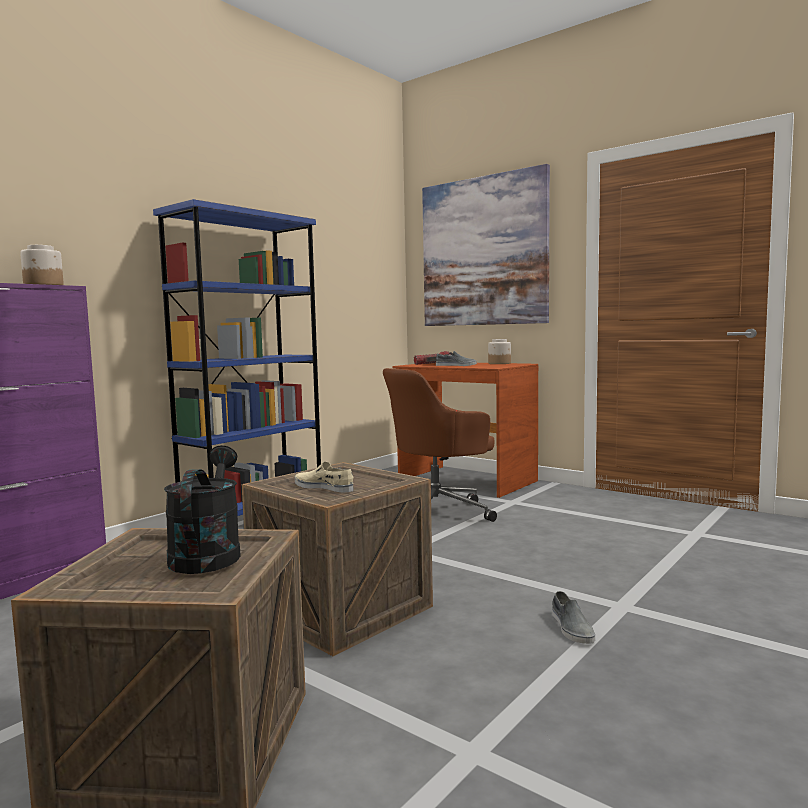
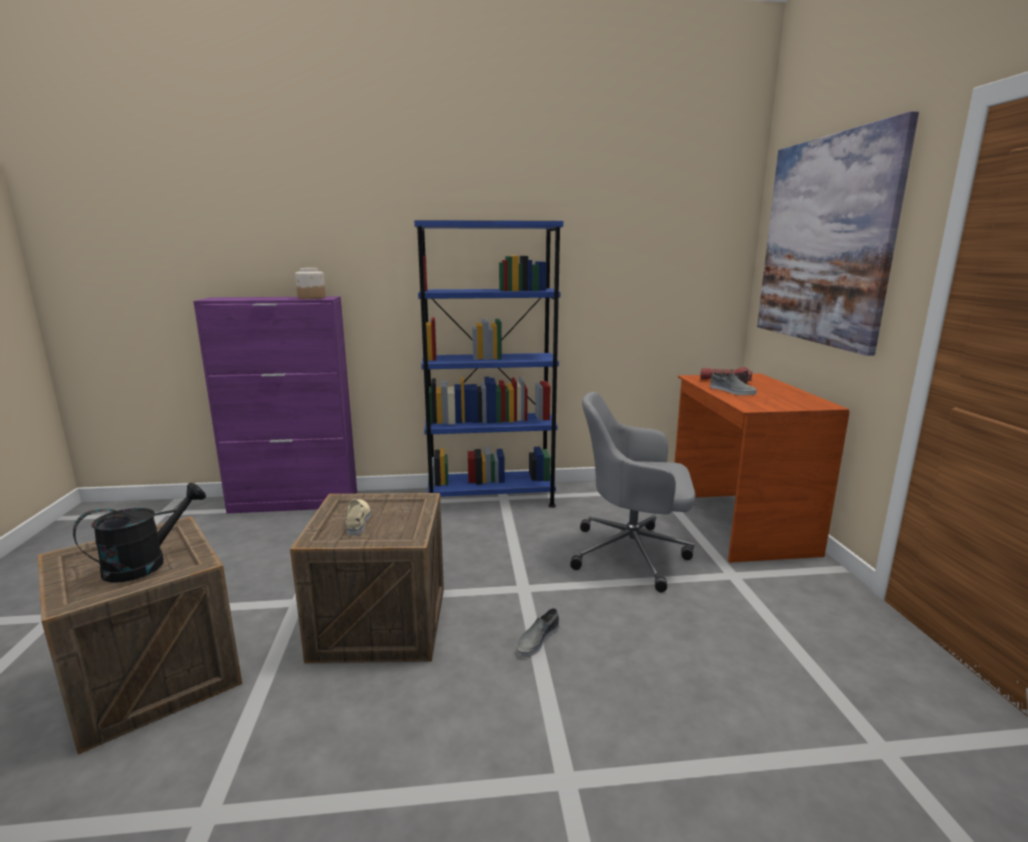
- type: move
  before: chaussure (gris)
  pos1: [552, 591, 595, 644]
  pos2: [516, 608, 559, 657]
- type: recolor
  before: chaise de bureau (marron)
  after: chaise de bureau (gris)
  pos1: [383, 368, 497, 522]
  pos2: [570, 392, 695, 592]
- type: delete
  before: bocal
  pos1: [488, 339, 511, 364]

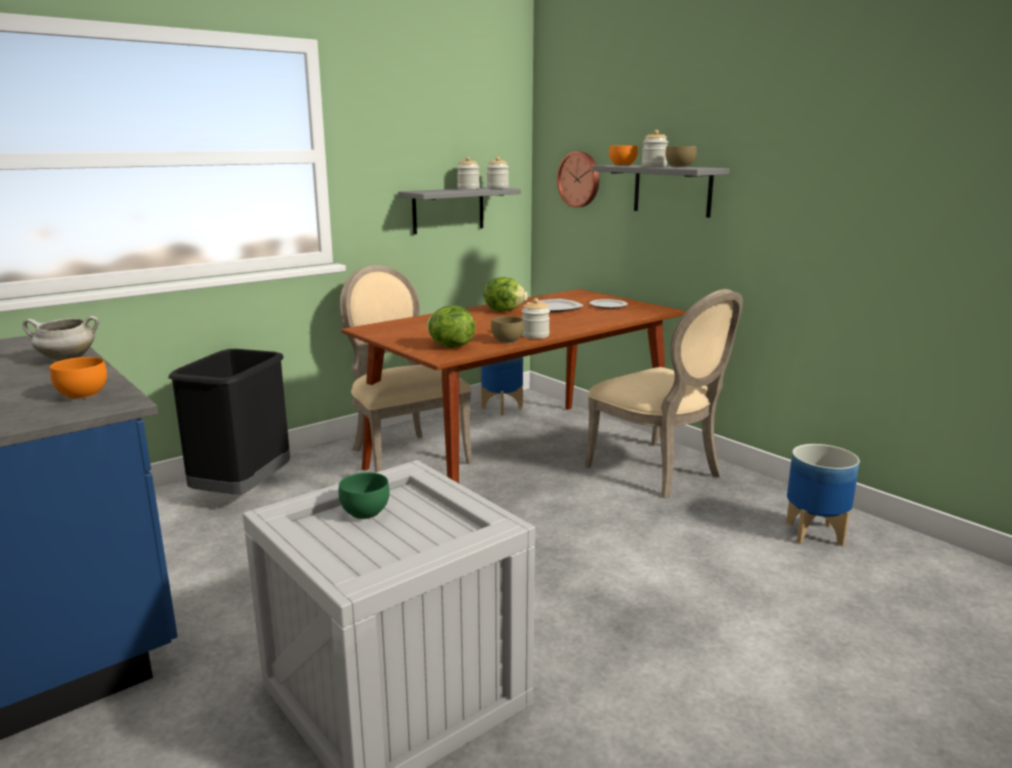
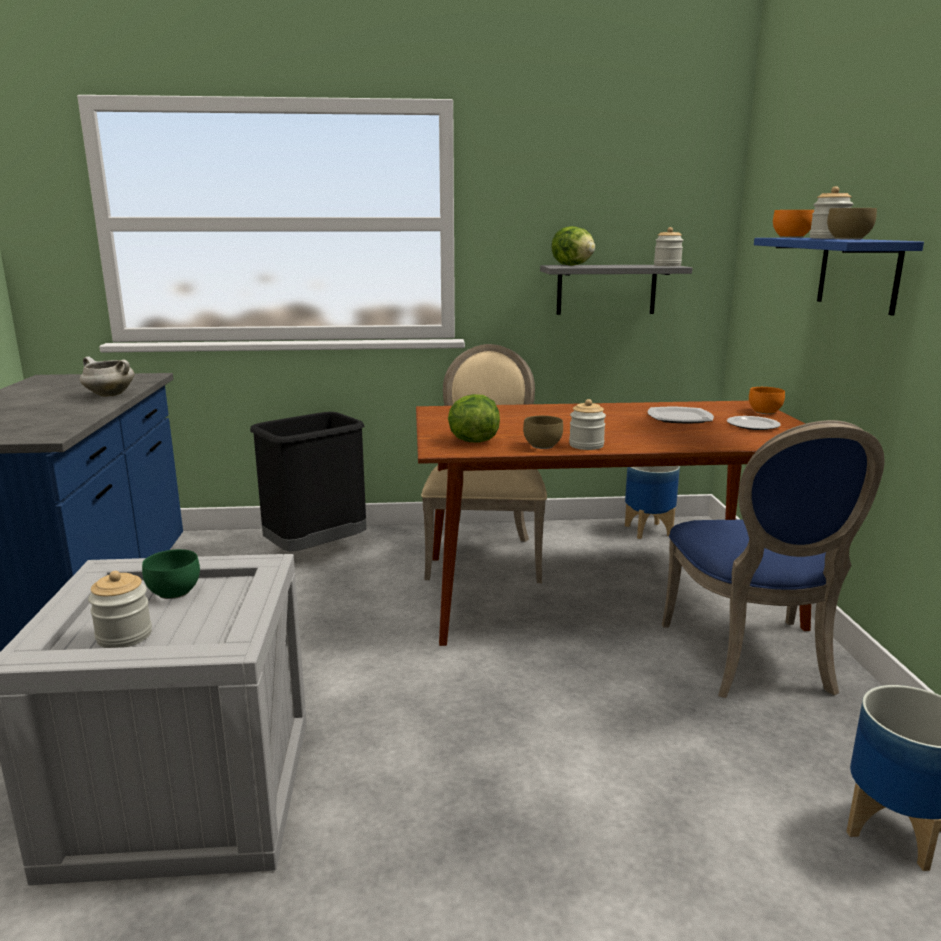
- type: move
  before: bocal
  pos1: [457, 157, 480, 189]
  pos2: [88, 571, 152, 648]
- type: move
  before: laitue
  pos1: [484, 277, 528, 312]
  pos2: [551, 226, 595, 266]
- type: recolor
  before: chaise (beige)
  after: chaise (bleu)
  pos1: [584, 289, 743, 498]
  pos2: [662, 420, 885, 698]
- type: move
  before: bol (orange)
  pos1: [50, 357, 107, 399]
  pos2: [749, 387, 785, 414]
- type: recolor
  before: étagère (gris)
  after: étagère (bleu)
  pos1: [592, 165, 730, 218]
  pos2: [754, 238, 924, 316]
- type: delete
  before: horloge murale
  pos1: [557, 152, 599, 207]

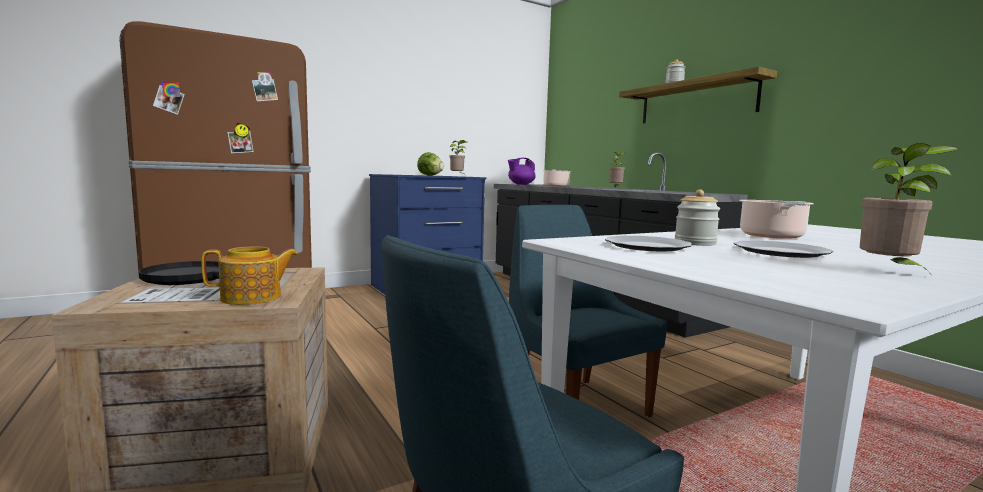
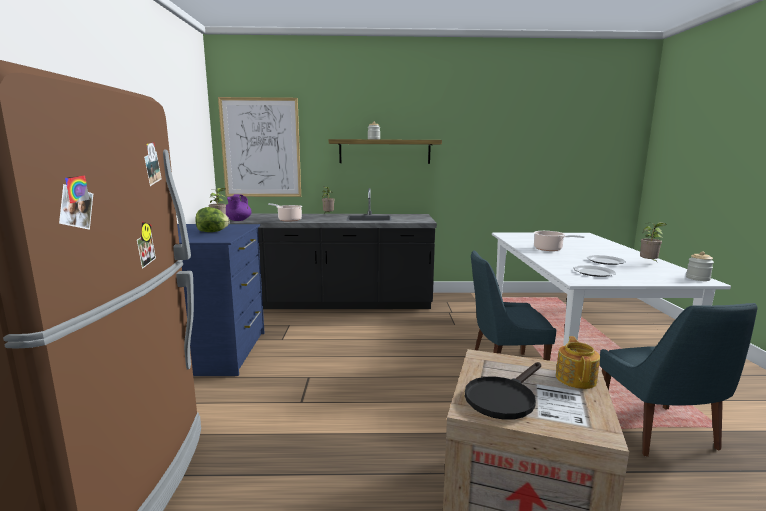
- type: insert
  after: tableau
  pos2: [218, 97, 301, 197]
- type: move
  before: bocal
  pos1: [675, 189, 720, 246]
  pos2: [686, 251, 714, 281]

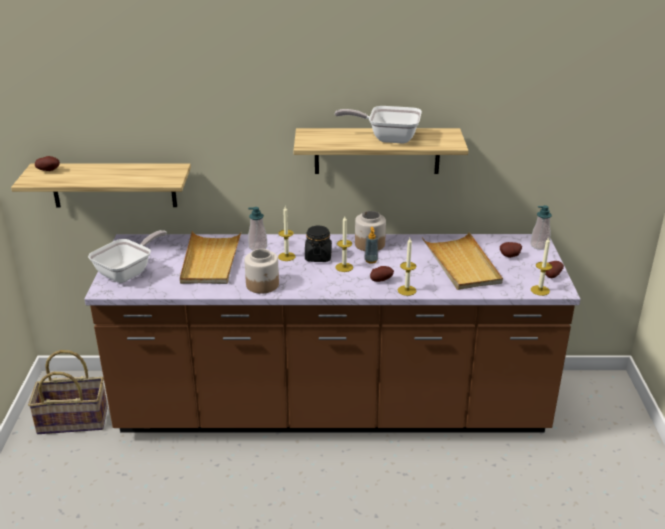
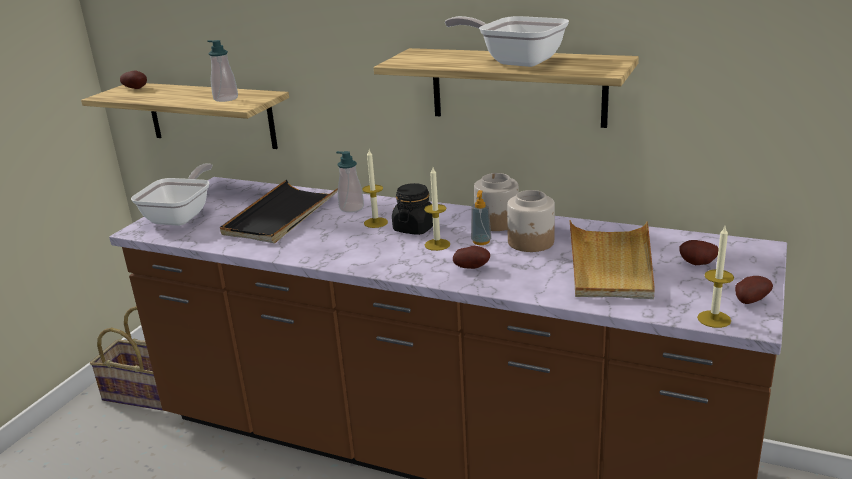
- type: rotate
  before: poêle
  pos1: [88, 230, 167, 283]
  pos2: [131, 164, 212, 226]
  turn: -45
- type: move
  before: distributeur de savon
  pos1: [531, 205, 552, 250]
  pos2: [208, 40, 238, 102]
- type: recolor
  before: plateau (beige)
  after: plateau (noir)
  pos1: [180, 231, 242, 284]
  pos2: [220, 180, 338, 243]
- type: move
  before: bocal
  pos1: [244, 249, 279, 294]
  pos2: [507, 190, 555, 252]
- type: delete
  before: bougie
  pos1: [398, 238, 417, 296]

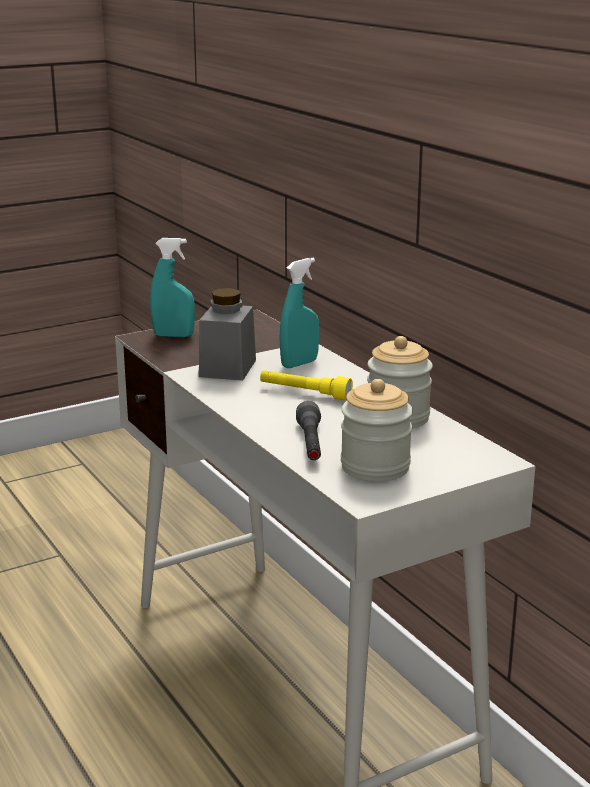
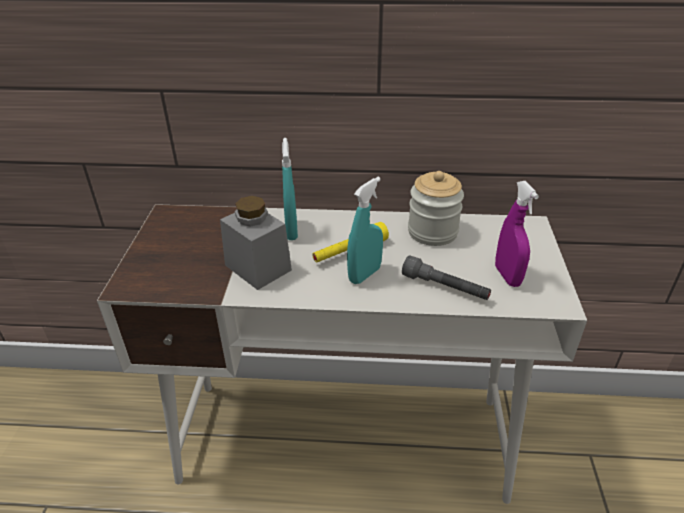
- type: move
  before: vaporisateur (turquoise)
  pos1: [150, 238, 195, 337]
  pos2: [347, 177, 383, 284]
- type: replace
  before: bocal
  after: vaporisateur (violet)
  pos1: [341, 379, 413, 482]
  pos2: [495, 181, 539, 287]

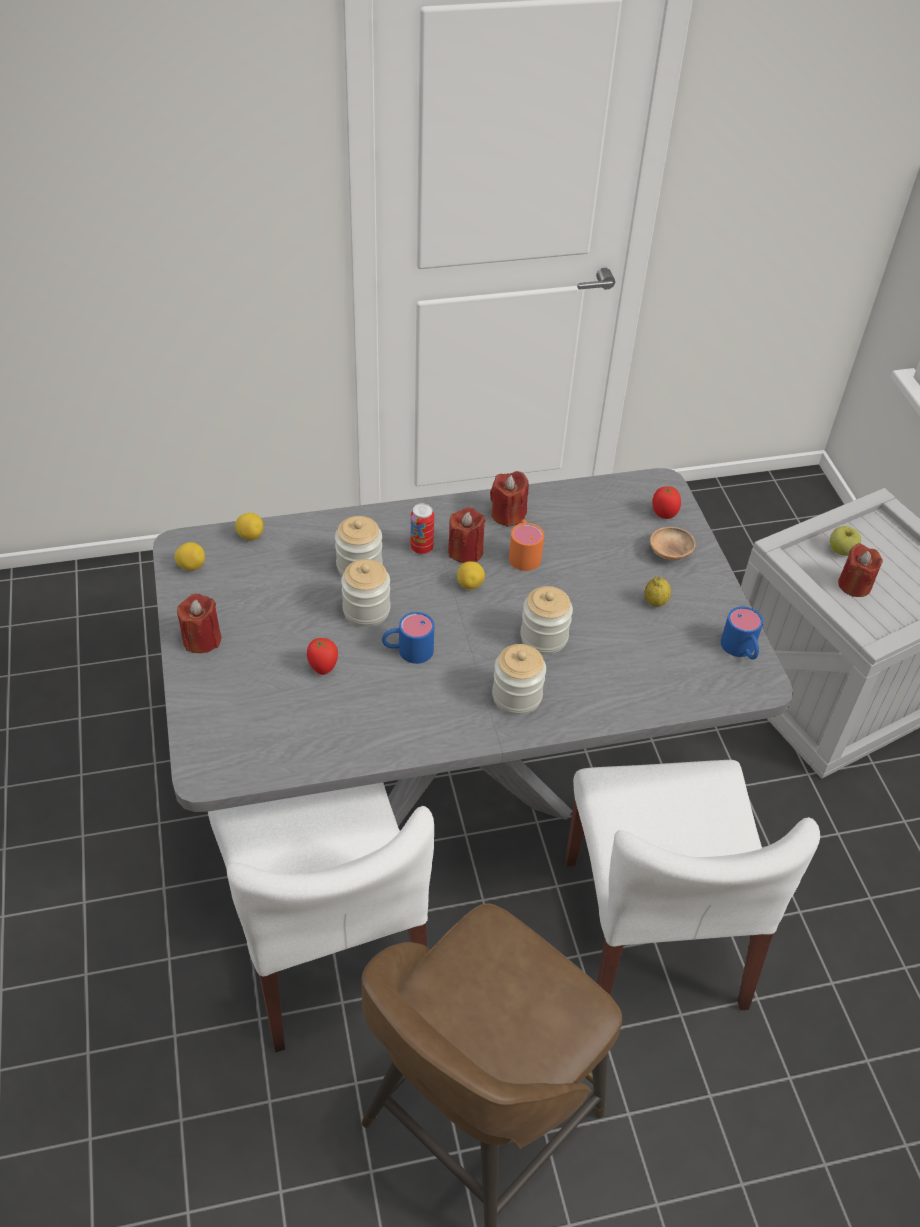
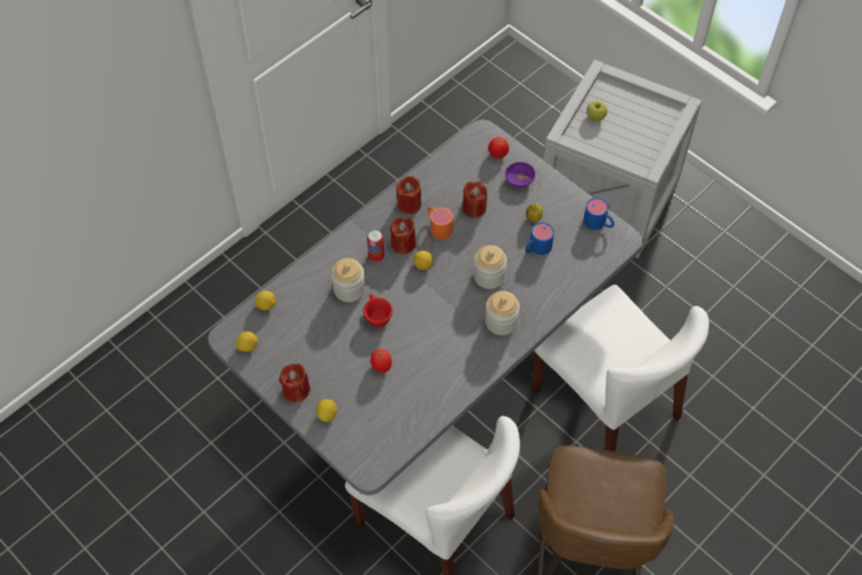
- type: insert
  after: citron
  pos2: [316, 399, 337, 422]
- type: replace
  before: bocal
  after: tasse (rouge)
  pos1: [341, 559, 390, 627]
  pos2: [363, 294, 393, 328]
- type: move
  before: bougie (rouge)
  pos1: [838, 543, 883, 597]
  pos2: [462, 181, 487, 218]
- type: recolor
  before: bol (marron)
  after: bol (violet)
  pos1: [650, 527, 696, 560]
  pos2: [505, 162, 536, 187]
- type: move
  before: mug (bleu)
  pos1: [382, 612, 434, 664]
  pos2: [525, 222, 554, 255]

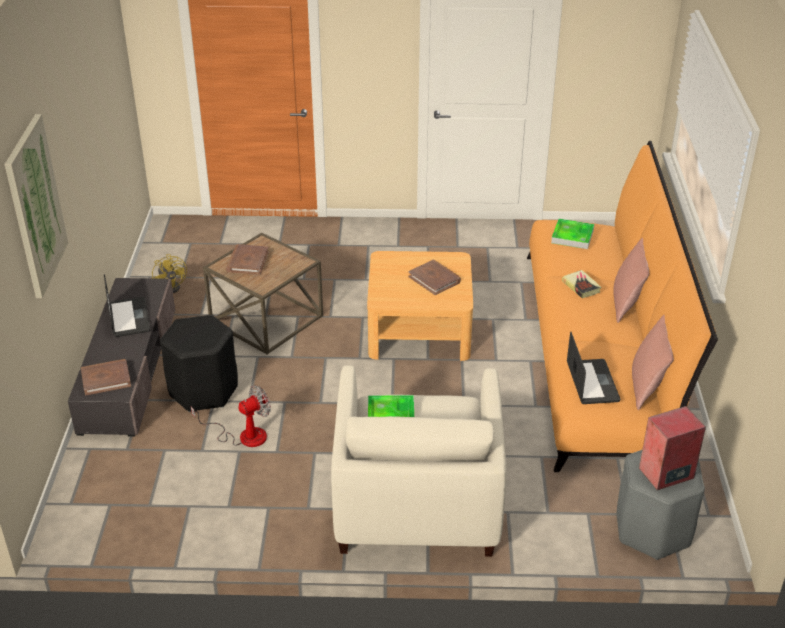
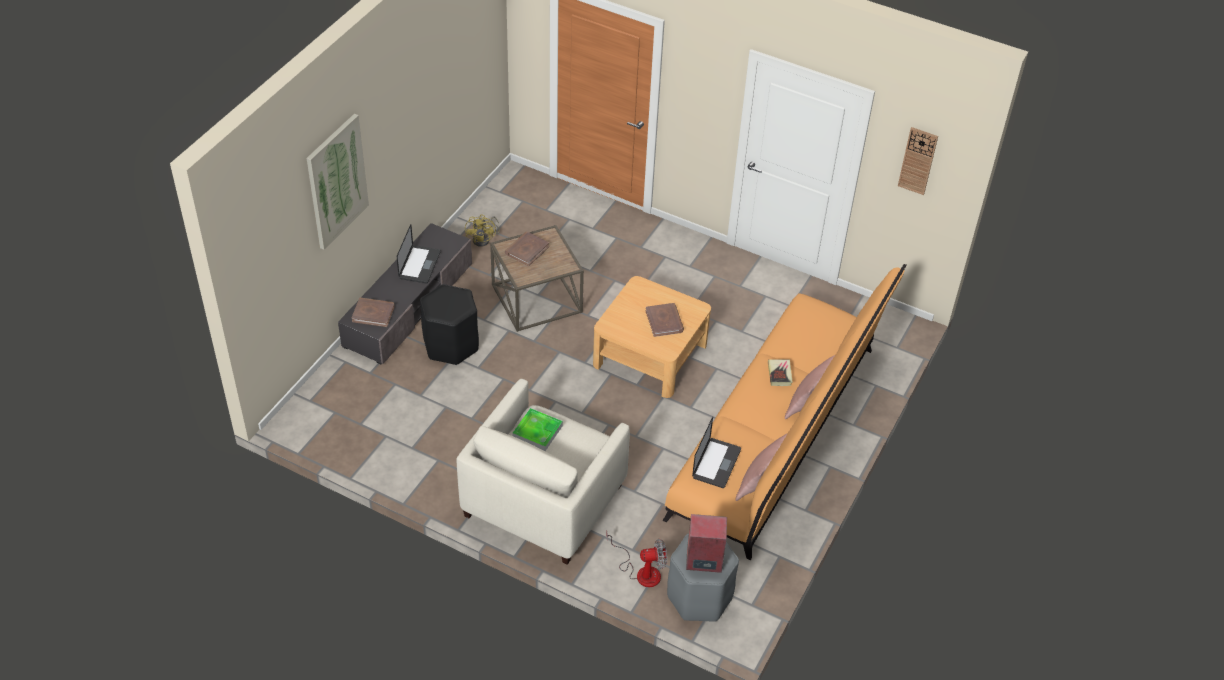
- type: move
  before: ventilateur
  pos1: [191, 385, 271, 447]
  pos2: [606, 532, 667, 587]
- type: insert
  after: horloge murale
  pos2: [898, 127, 938, 195]
- type: delete
  before: plateau
  pos1: [551, 219, 594, 249]

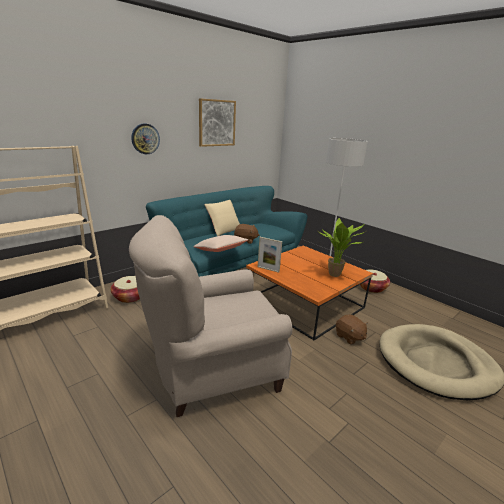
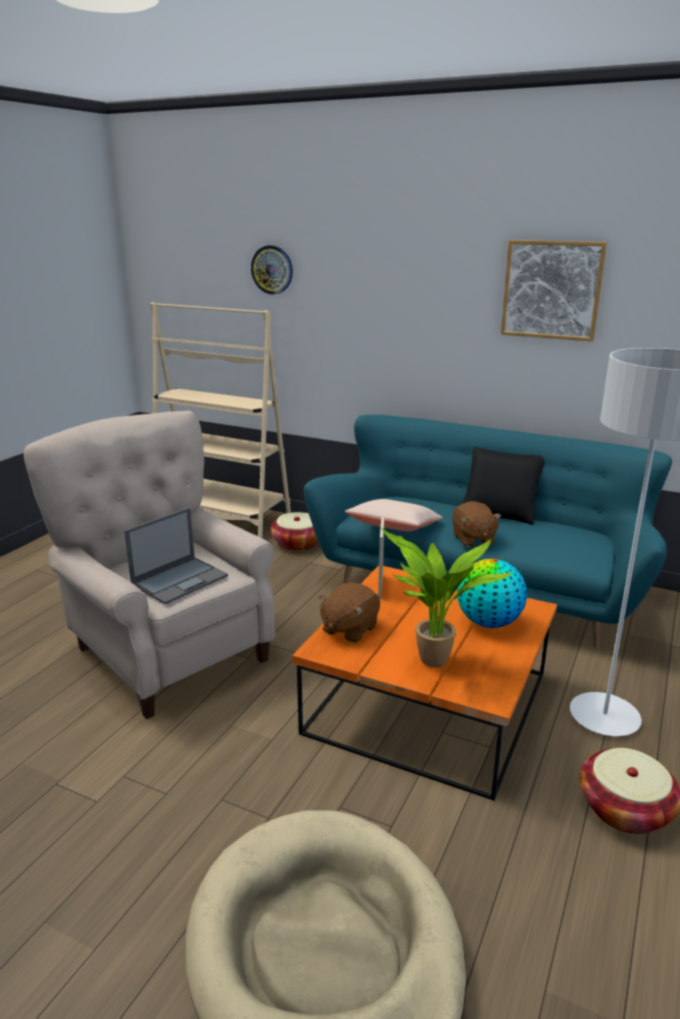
- type: insert
  after: ordinateur portable
  pos2: [124, 508, 228, 604]
- type: move
  before: horloge murale
  pos1: [131, 124, 160, 154]
  pos2: [251, 245, 293, 294]
- type: move
  before: peluche (marron)
  pos1: [336, 315, 368, 345]
  pos2: [318, 583, 380, 643]
- type: insert
  after: globe
  pos2: [457, 559, 527, 628]
- type: recolor
  before: coussin (beige)
  after: coussin (noir)
  pos1: [204, 200, 240, 236]
  pos2: [463, 447, 545, 525]

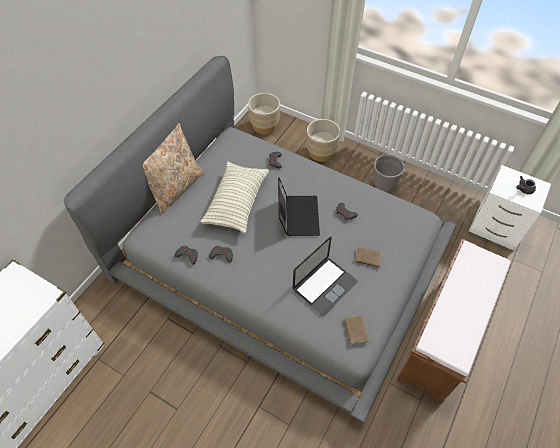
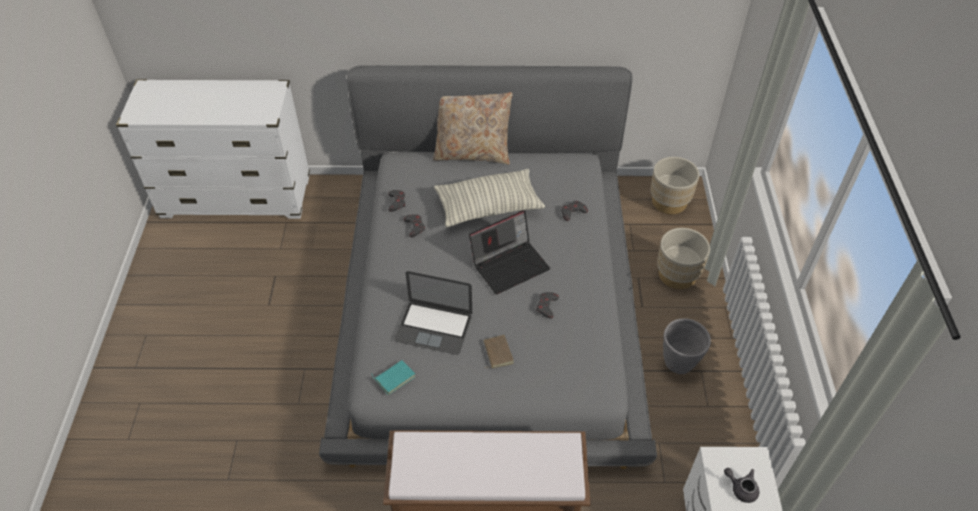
- type: recolor
  before: livre (marron)
  after: livre (turquoise)
  pos1: [344, 315, 369, 345]
  pos2: [371, 360, 415, 395]

